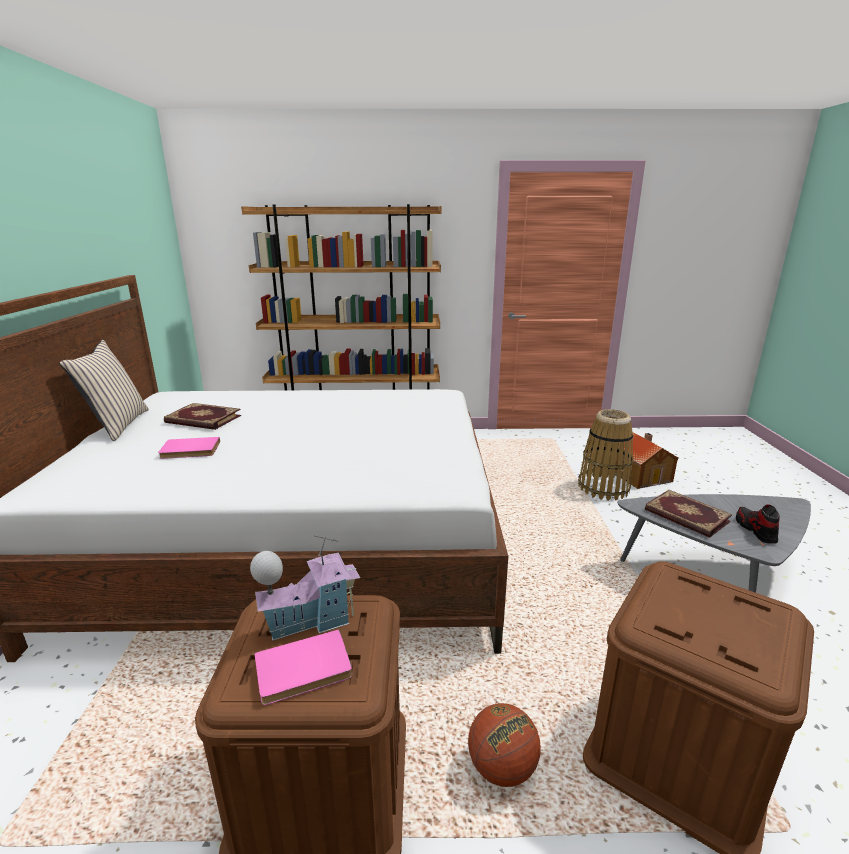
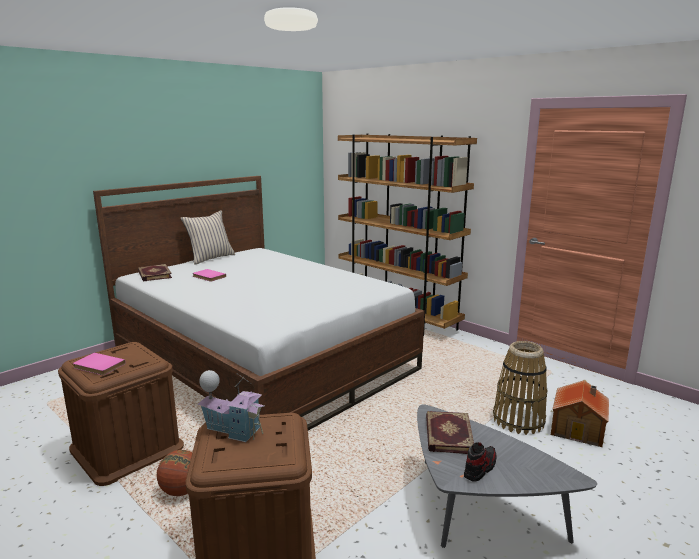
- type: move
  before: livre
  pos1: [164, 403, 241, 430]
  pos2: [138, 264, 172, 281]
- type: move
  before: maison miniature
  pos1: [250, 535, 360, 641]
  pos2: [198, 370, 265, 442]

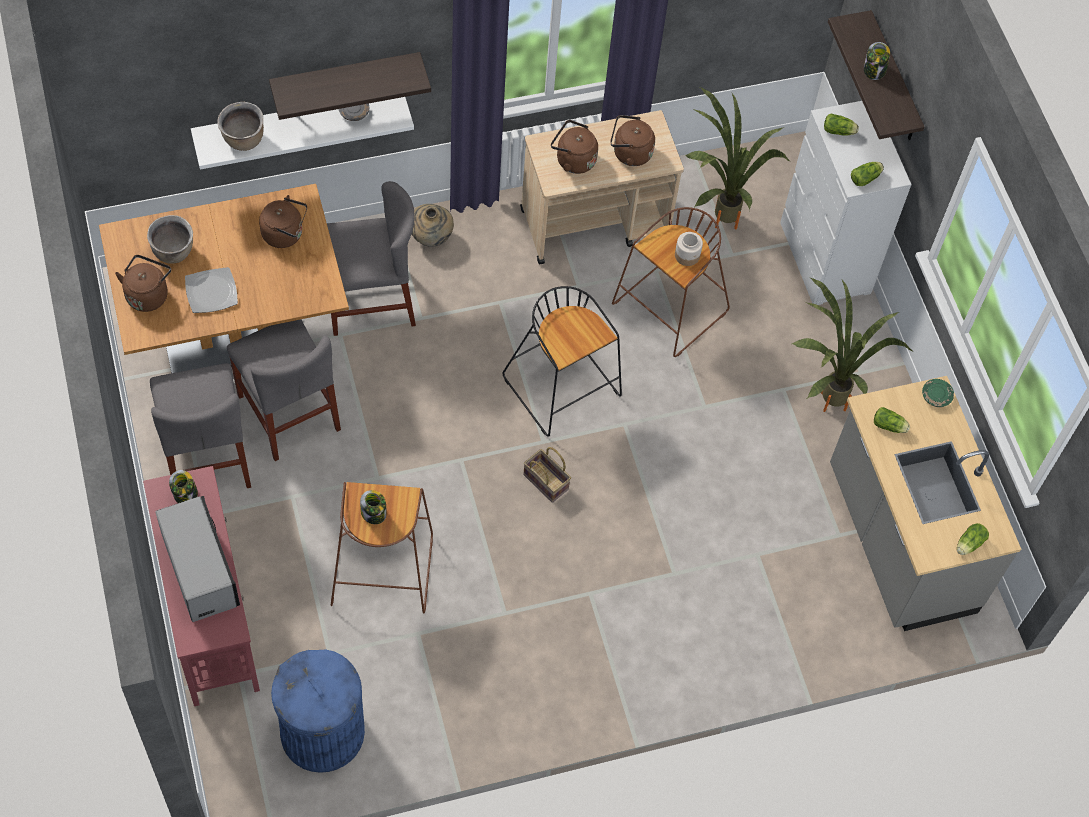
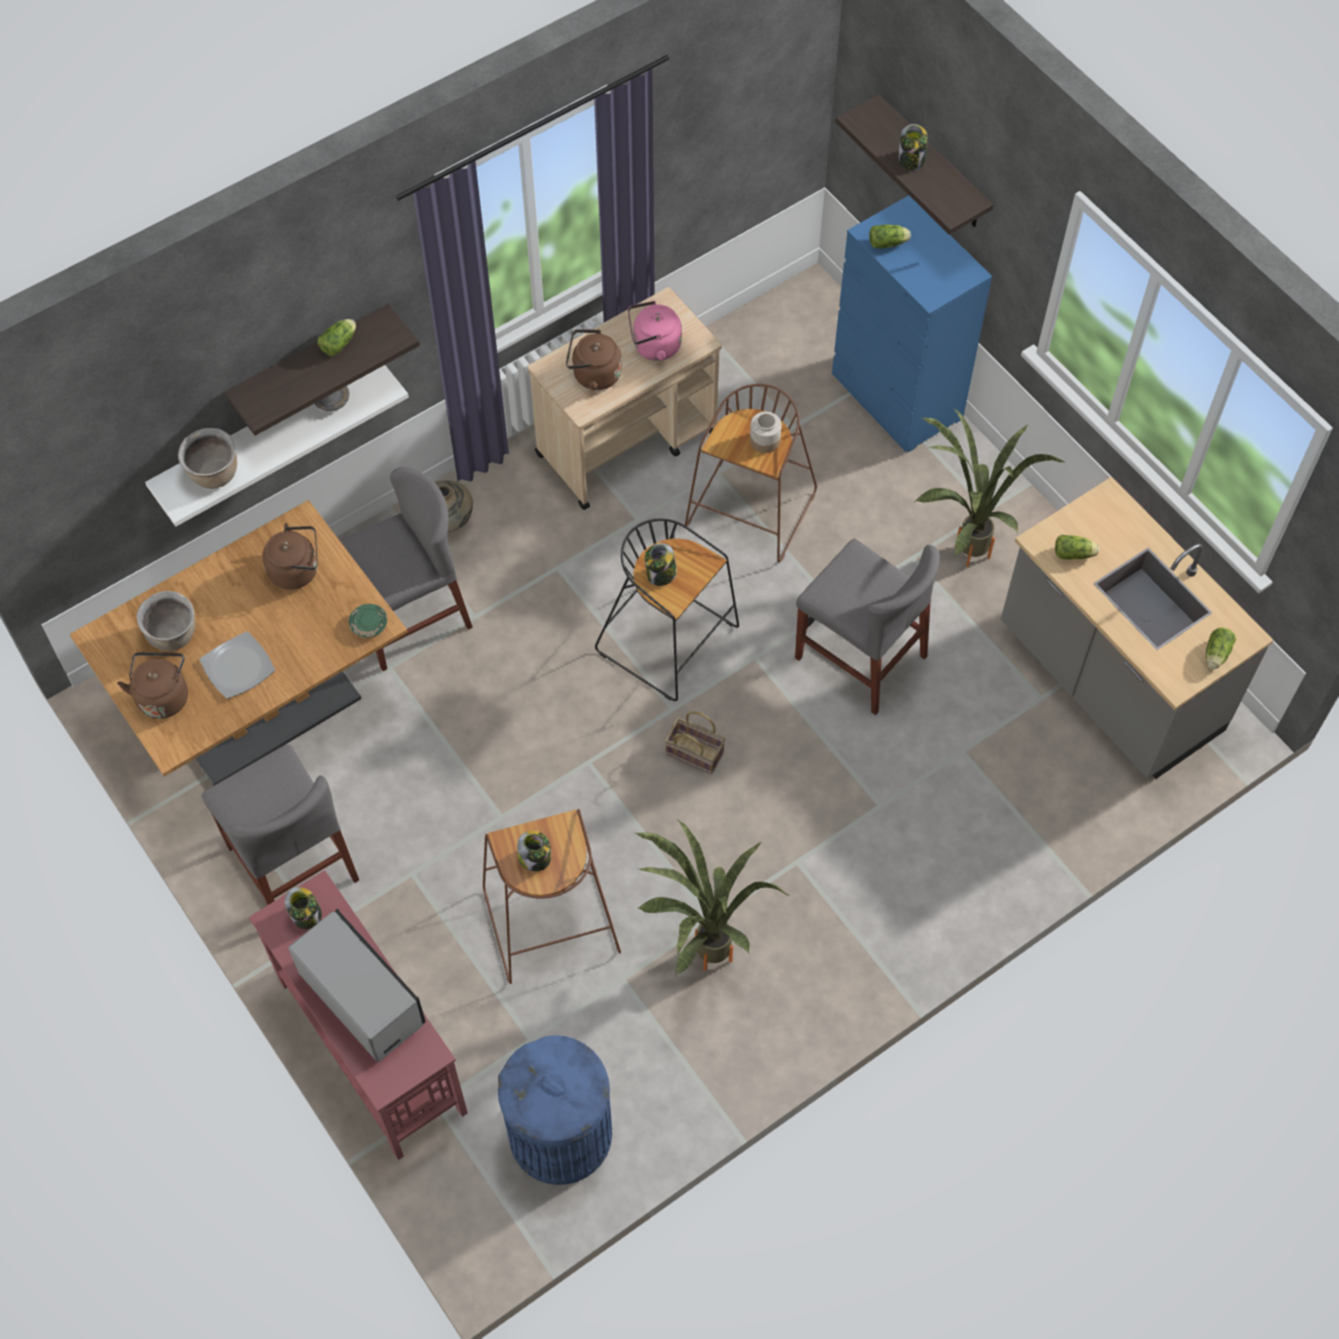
- type: move
  before: laitue
  pos1: [851, 162, 884, 186]
  pos2: [317, 319, 356, 356]
- type: move
  before: assiette (vert)
  pos1: [922, 379, 954, 407]
  pos2: [349, 604, 387, 638]
- type: recolor
  before: bouilloire (marron)
  after: bouilloire (rose)
  pos1: [610, 115, 655, 166]
  pos2: [628, 301, 682, 361]
- type: move
  before: plante en pot
  pos1: [685, 87, 790, 229]
  pos2: [635, 817, 791, 976]
- type: insert
  after: bocal
  pos2: [645, 543, 677, 586]
- type: move
  before: chaise (gris)
  pos1: [227, 319, 341, 461]
  pos2: [795, 539, 940, 715]
- type: recolor
  before: commode (blanc)
  after: commode (bleu)
  pos1: [780, 101, 912, 305]
  pos2: [832, 195, 992, 452]

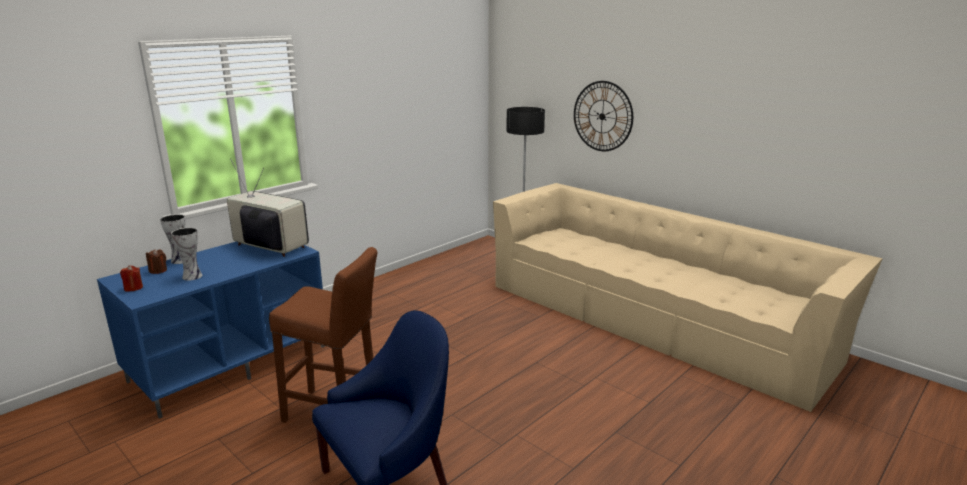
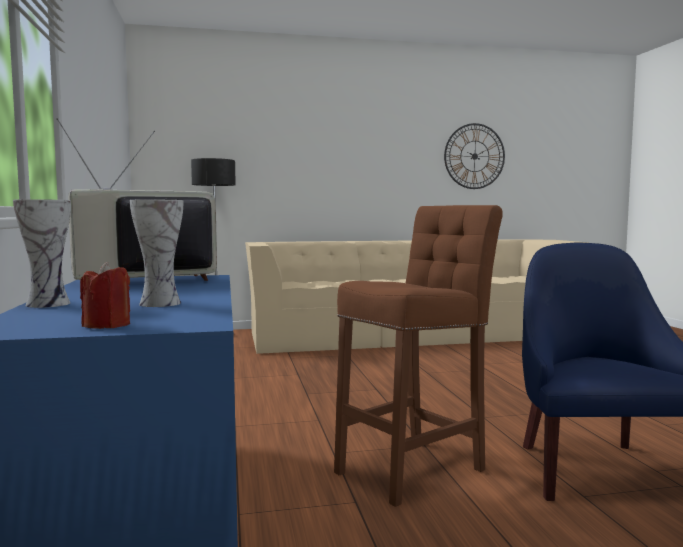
- type: move
  before: horloge murale
  pos1: [574, 81, 633, 151]
  pos2: [444, 123, 505, 189]
- type: delete
  before: bougie (marron)
  pos1: [146, 249, 167, 274]

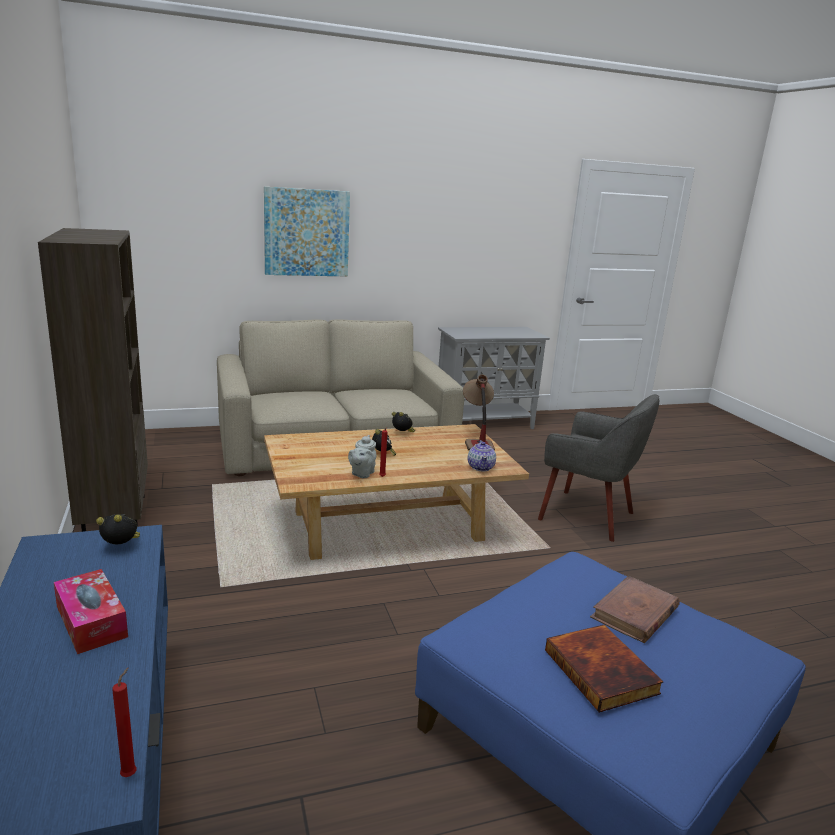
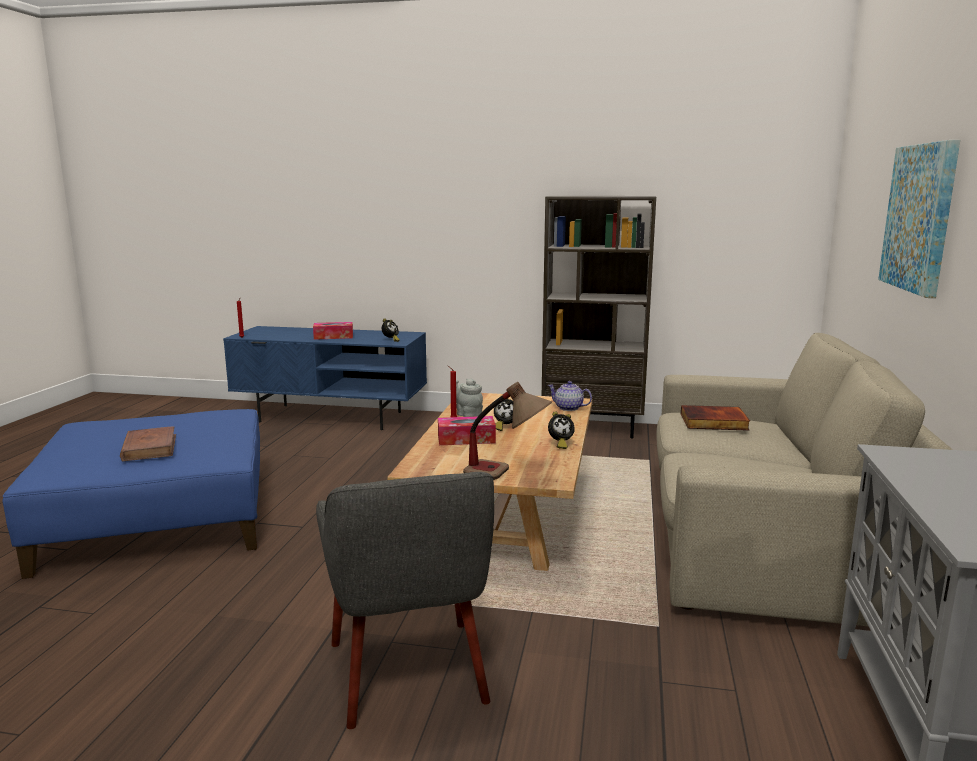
- type: rotate
  before: fauteuil (gris)
  pos1: [538, 394, 659, 542]
  pos2: [316, 472, 494, 729]
  turn: -75
- type: insert
  after: boîte à mouchoirs
  pos2: [438, 416, 496, 445]
- type: move
  before: théière
  pos1: [468, 440, 496, 471]
  pos2: [548, 381, 592, 411]
- type: move
  before: livre
  pos1: [545, 625, 664, 713]
  pos2: [681, 405, 750, 431]

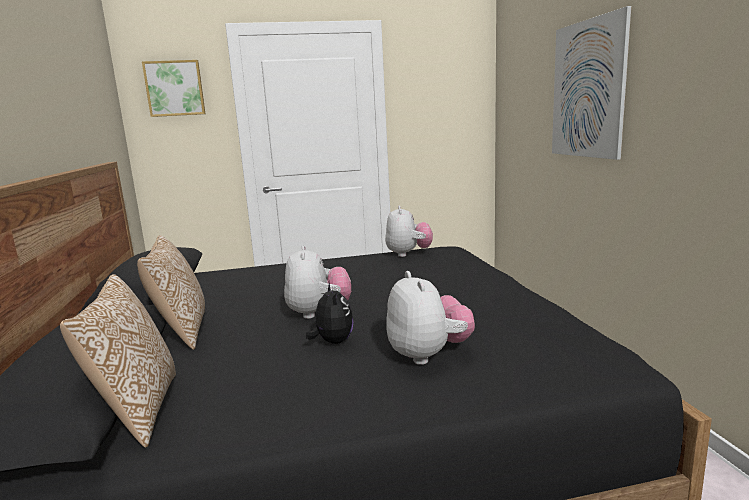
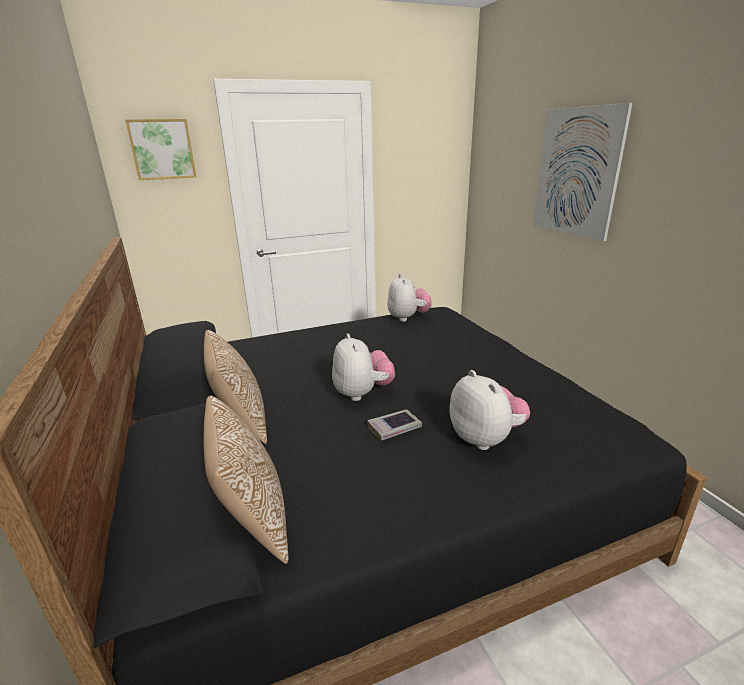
- type: replace
  before: peluche
  after: livre
  pos1: [306, 283, 353, 344]
  pos2: [367, 409, 422, 441]

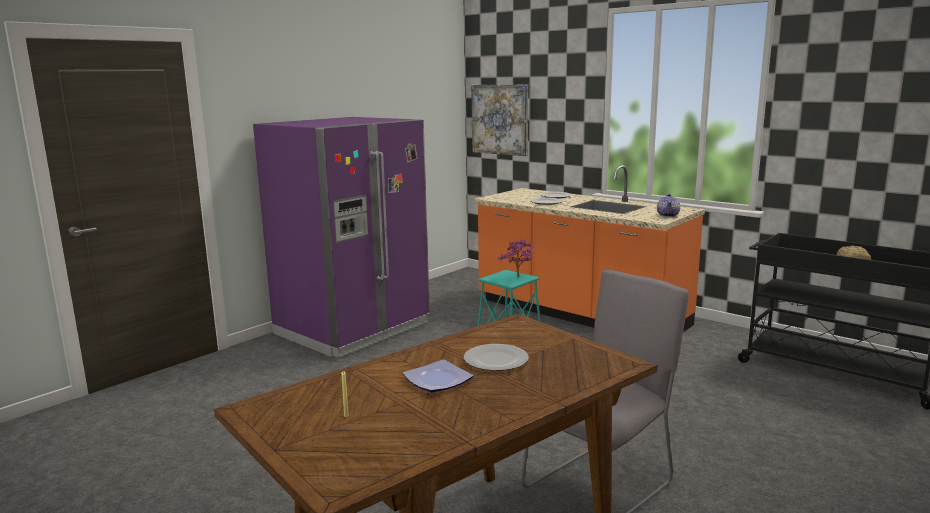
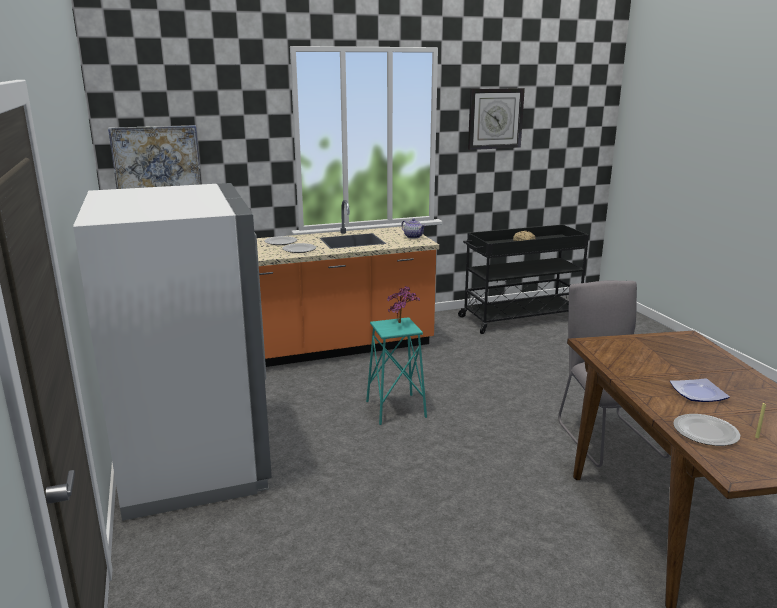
- type: recolor
  before: réfrigérateur (violet)
  after: réfrigérateur (blanc)
  pos1: [253, 117, 430, 358]
  pos2: [73, 183, 272, 521]
- type: insert
  after: horloge murale
  pos2: [468, 88, 525, 150]
- type: move
  before: assiette
  pos1: [464, 344, 529, 371]
  pos2: [673, 414, 740, 446]

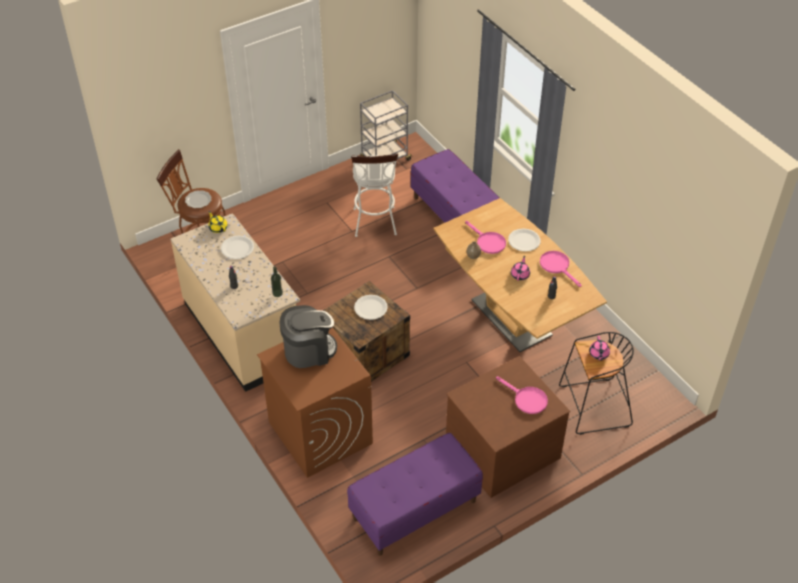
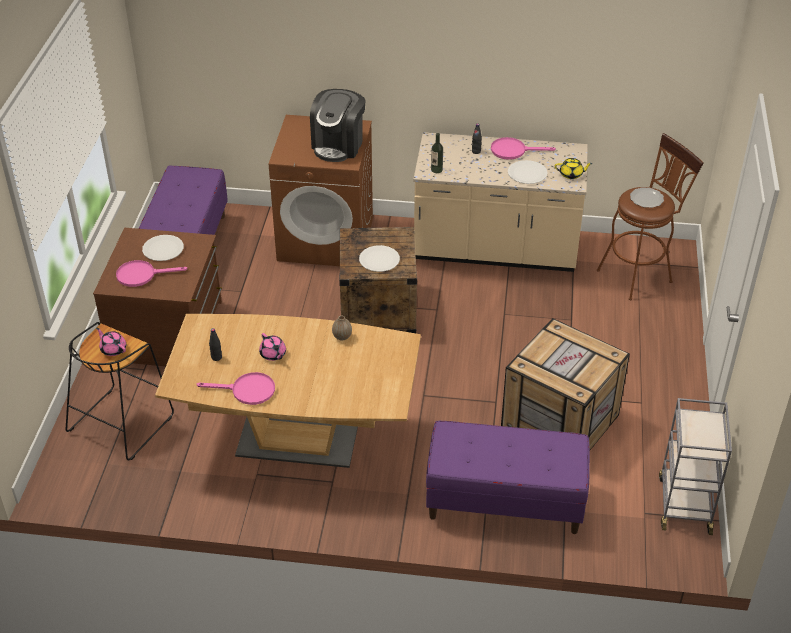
- type: move
  before: assiette (blanc)
  pos1: [508, 228, 541, 252]
  pos2: [142, 235, 184, 261]
- type: move
  before: poêle (rose)
  pos1: [465, 221, 506, 254]
  pos2: [491, 137, 556, 160]
- type: replace
  before: tabouret (blanc)
  after: caisse
  pos1: [351, 154, 398, 237]
  pos2: [501, 318, 630, 450]

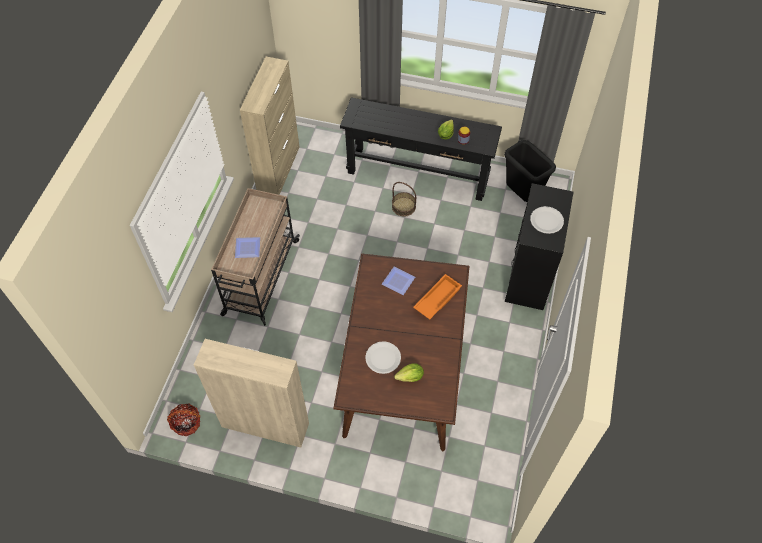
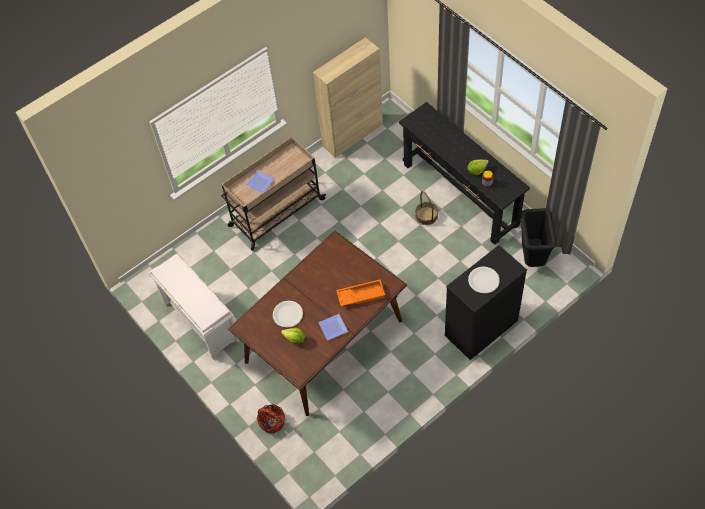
- type: replace
  before: meuble de rangement (beige)
  after: banc (blanc)
  pos1: [194, 339, 309, 448]
  pos2: [148, 254, 240, 360]
- type: move
  before: panier
  pos1: [167, 404, 200, 436]
  pos2: [257, 404, 285, 434]
- type: move
  before: assiette
  pos1: [382, 266, 415, 295]
  pos2: [318, 314, 348, 341]

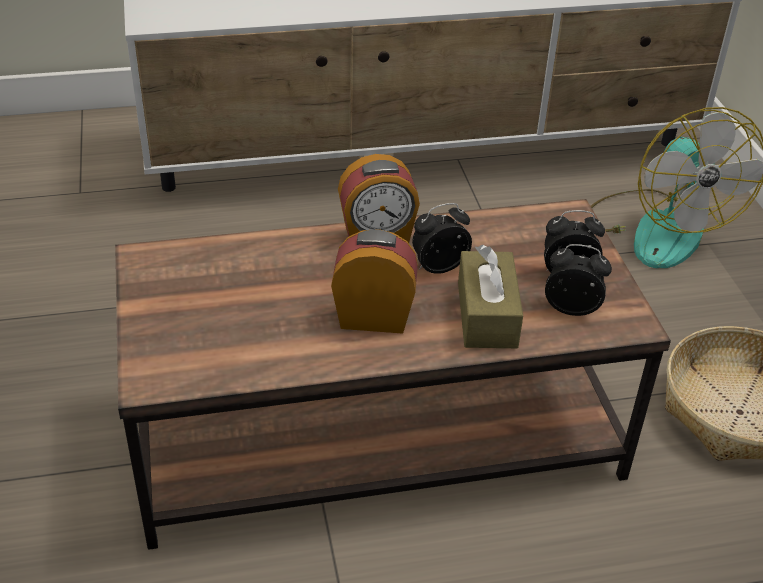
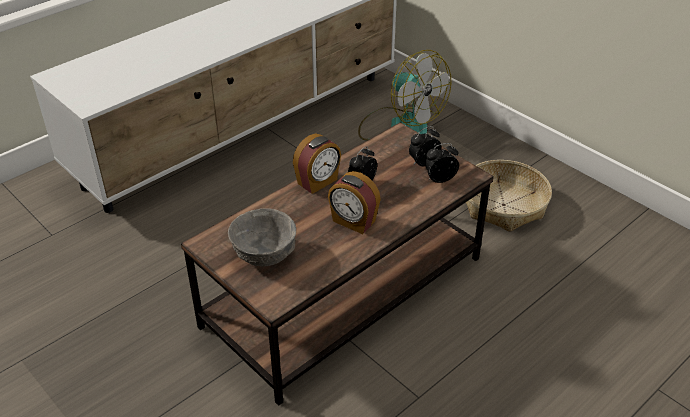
- type: insert
  after: bol (gris)
  pos2: [228, 208, 296, 266]
- type: rotate
  before: réveil
  pos1: [331, 229, 418, 334]
  pos2: [328, 171, 381, 234]
  turn: -120
- type: delete
  before: boîte à mouchoirs (marron)
  pos1: [458, 245, 523, 348]

